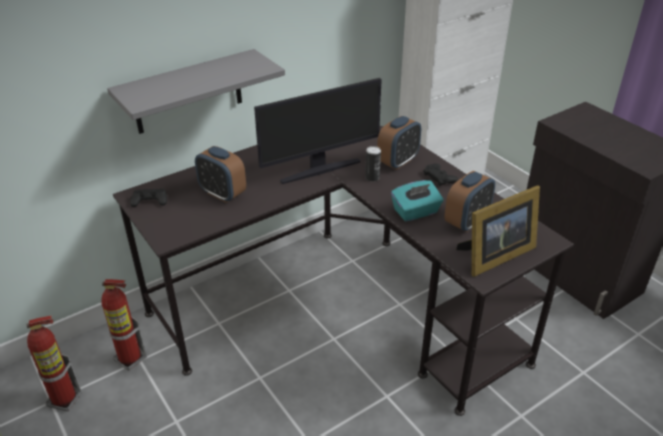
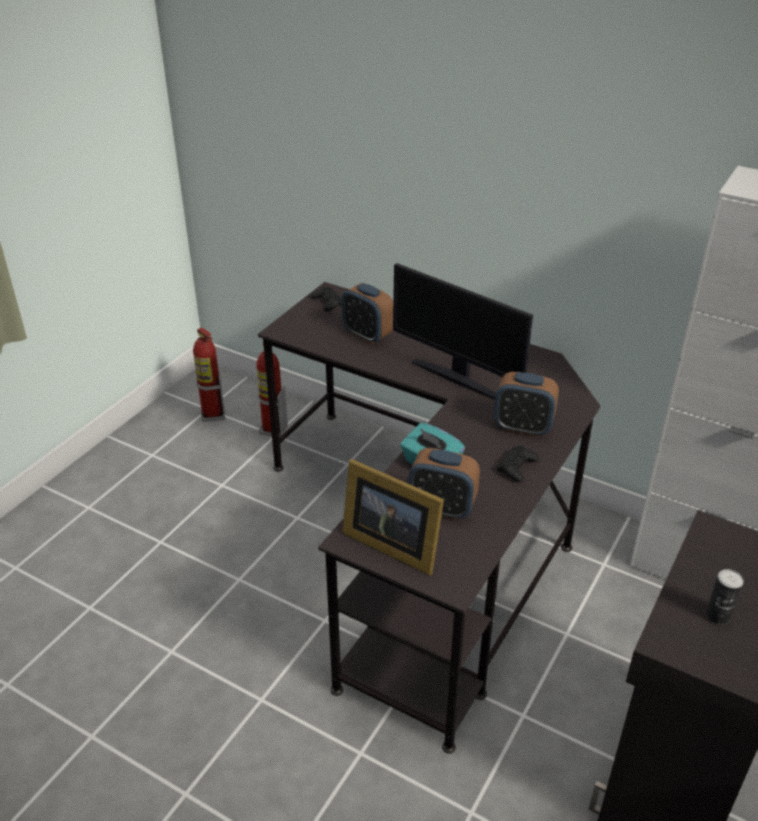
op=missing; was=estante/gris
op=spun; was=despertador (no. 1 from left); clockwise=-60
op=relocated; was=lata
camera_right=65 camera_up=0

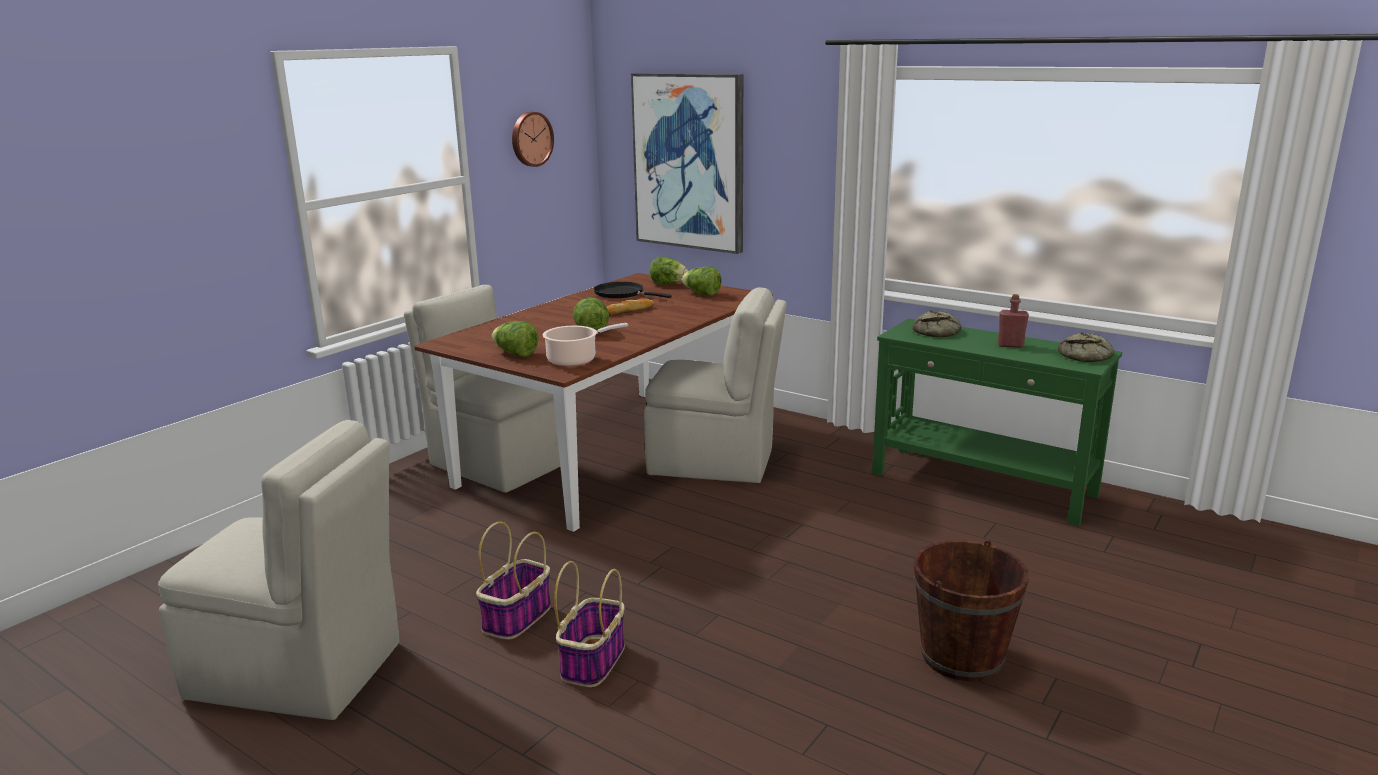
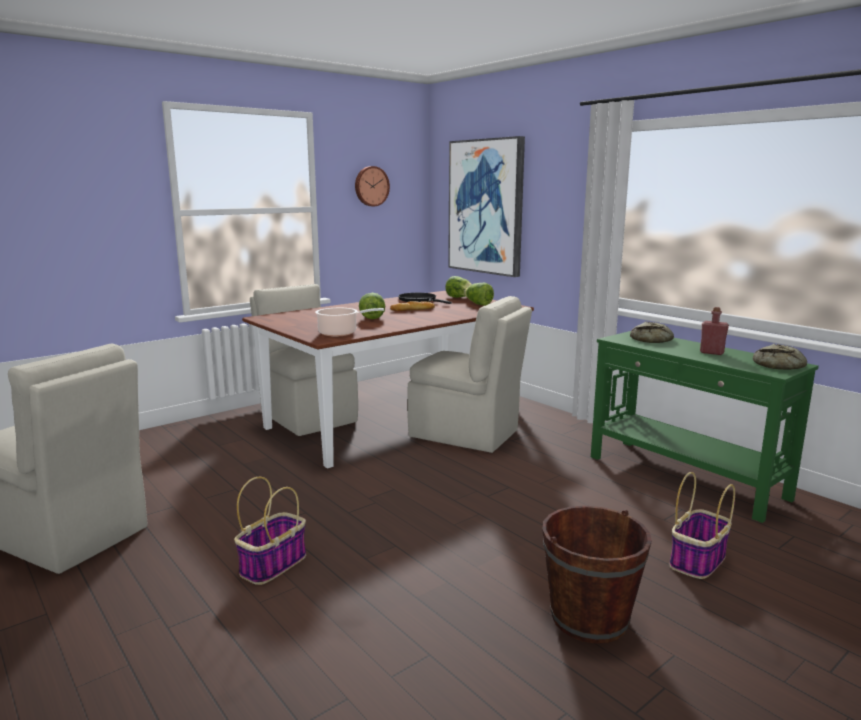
op=relocated; was=cesta (no. 1 from left in the first image); now=cesta (no. 2 from left)
op=missing; was=lechuga (no. 1 from left)
camera_right=15 camera_up=-5

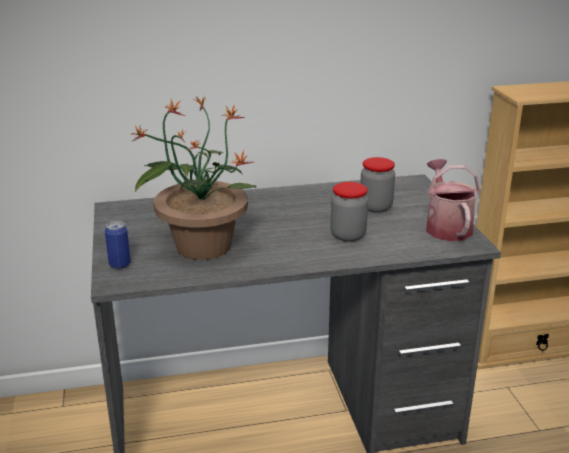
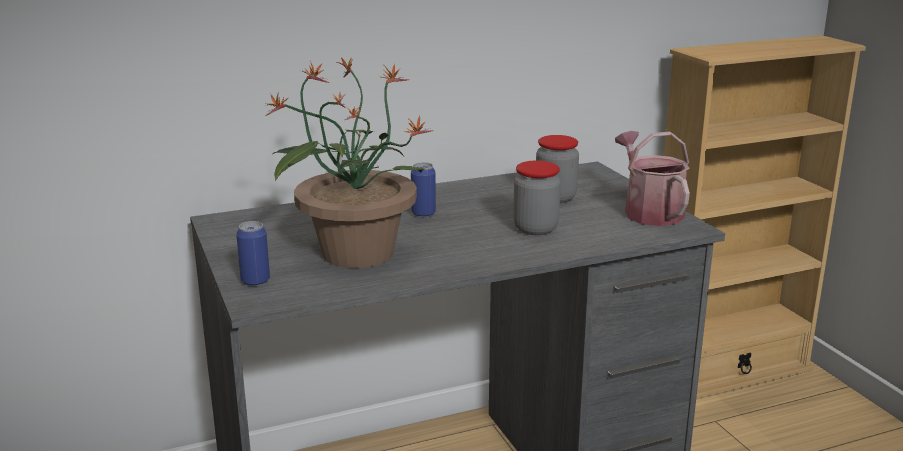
op=appeared; now=lata (no. 2 from left)
camera_right=-10 camera_up=-5

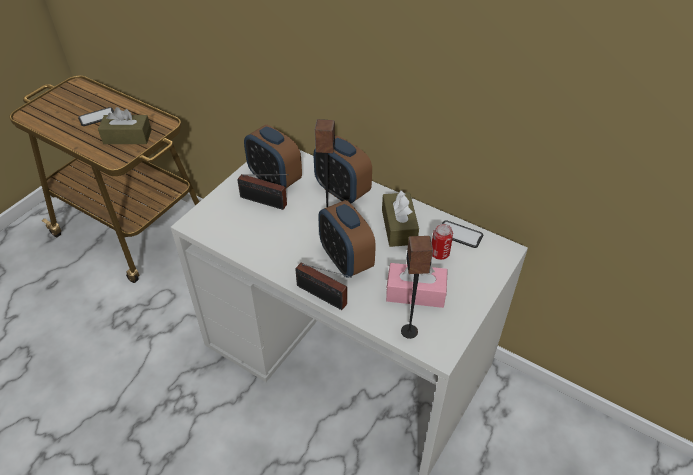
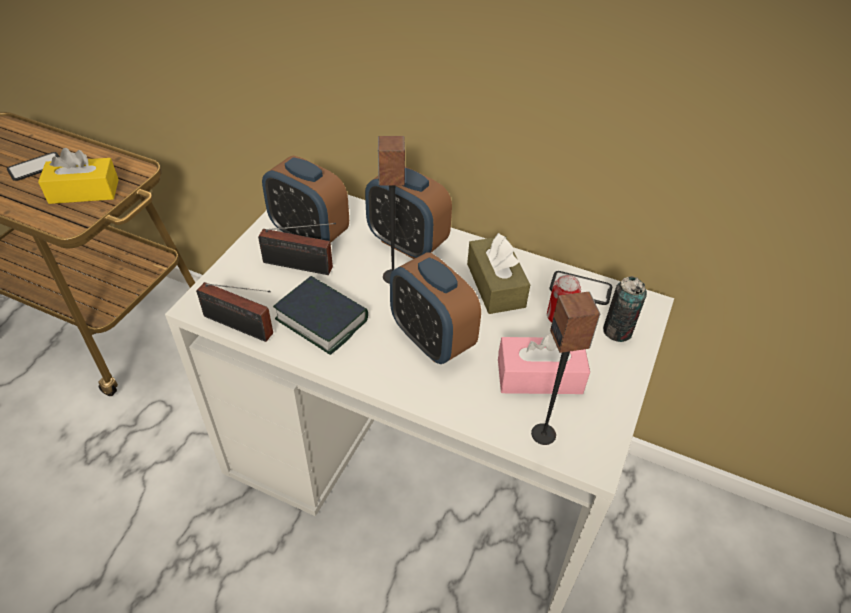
op=colour; was=caja de pañuelos/marrón (no. 1 from left); now=caja de pañuelos/amarillo
op=relocated; was=radio (no. 2 from left in the first image); now=radio (no. 1 from left)
op=appeared; now=libro
op=appeared; now=lata (no. 2 from left)
camera_right=-10 camera_up=0

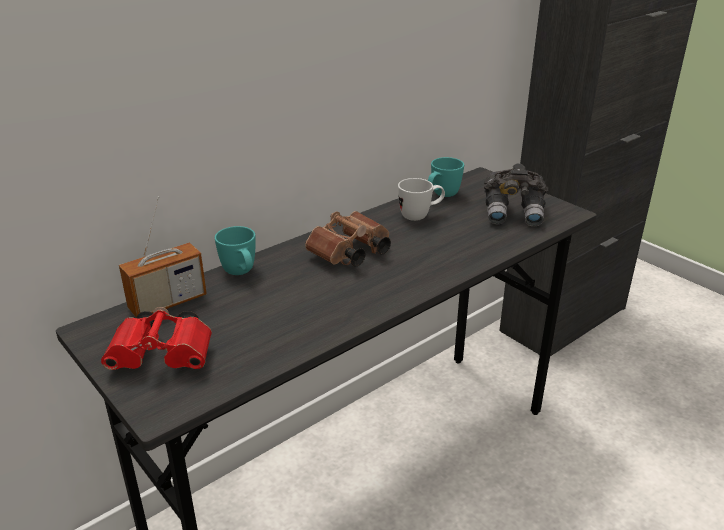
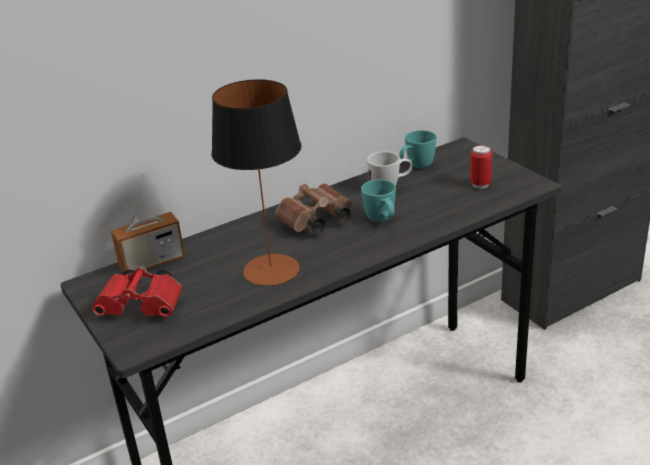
op=relocated; was=taza grande/turquesa (no. 1 from left)
op=exchanged; was=prismáticos/gris; now=lata
op=appeared; now=lámpara de mesa
camera_right=10 camera_up=0

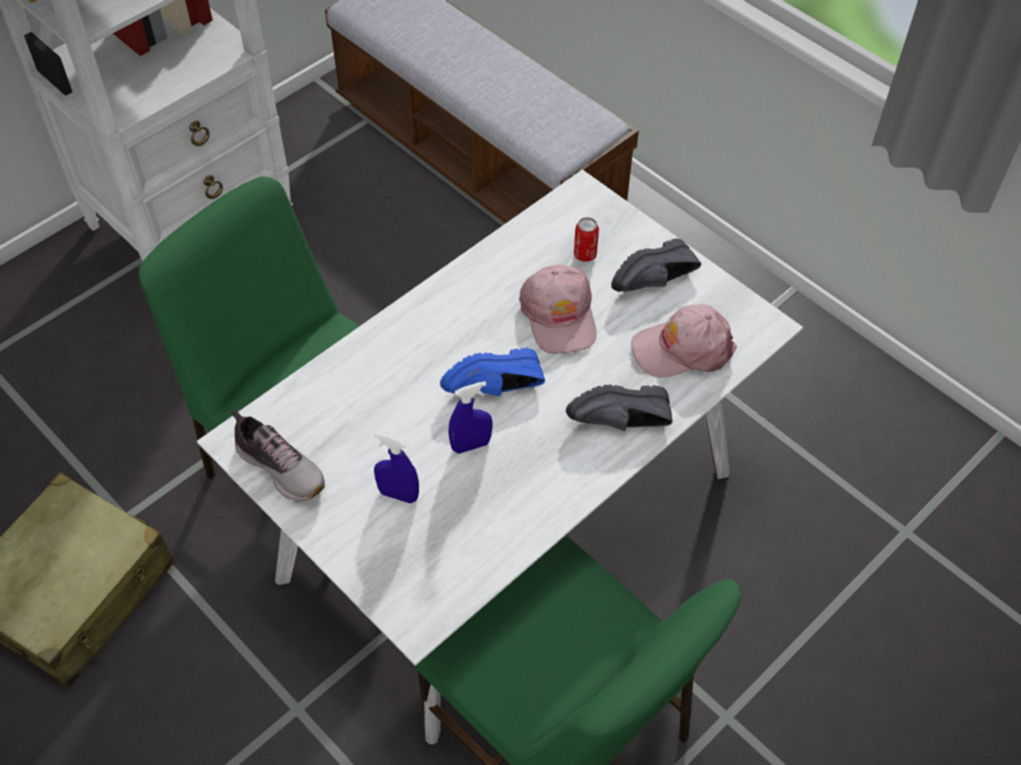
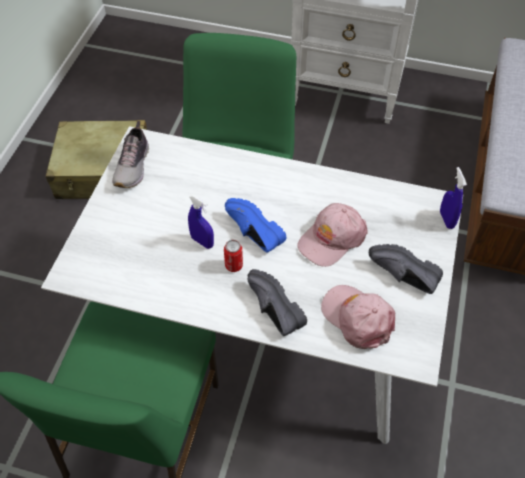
op=relocated; was=pulverizador/azul (no. 1 from left in the first image); now=pulverizador/azul (no. 2 from left)
op=relocated; was=lata
camera_right=60 camera_up=0

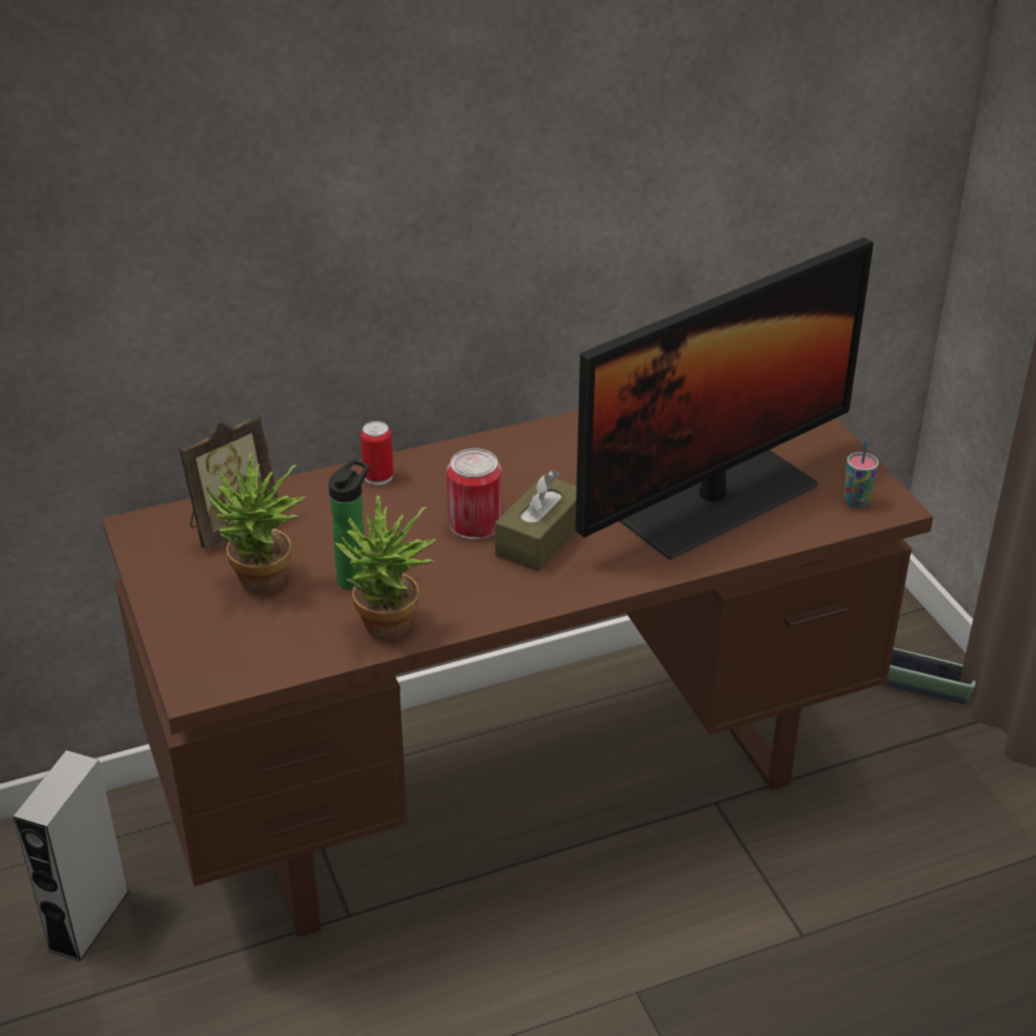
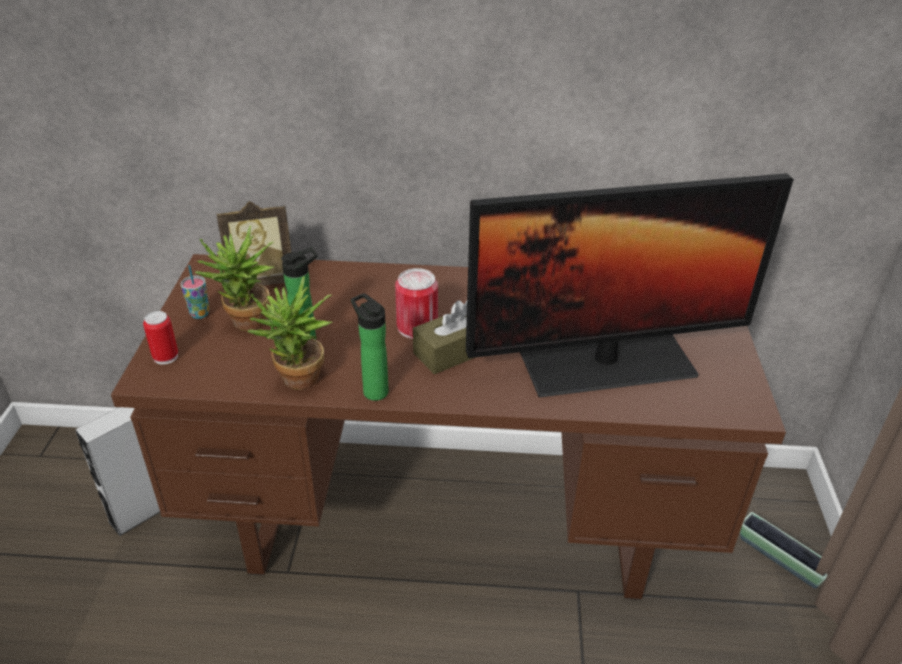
op=relocated; was=lata (no. 1 from left)
op=relocated; was=taza
op=appeared; now=botella (no. 2 from left)
camera_right=25 camera_up=0

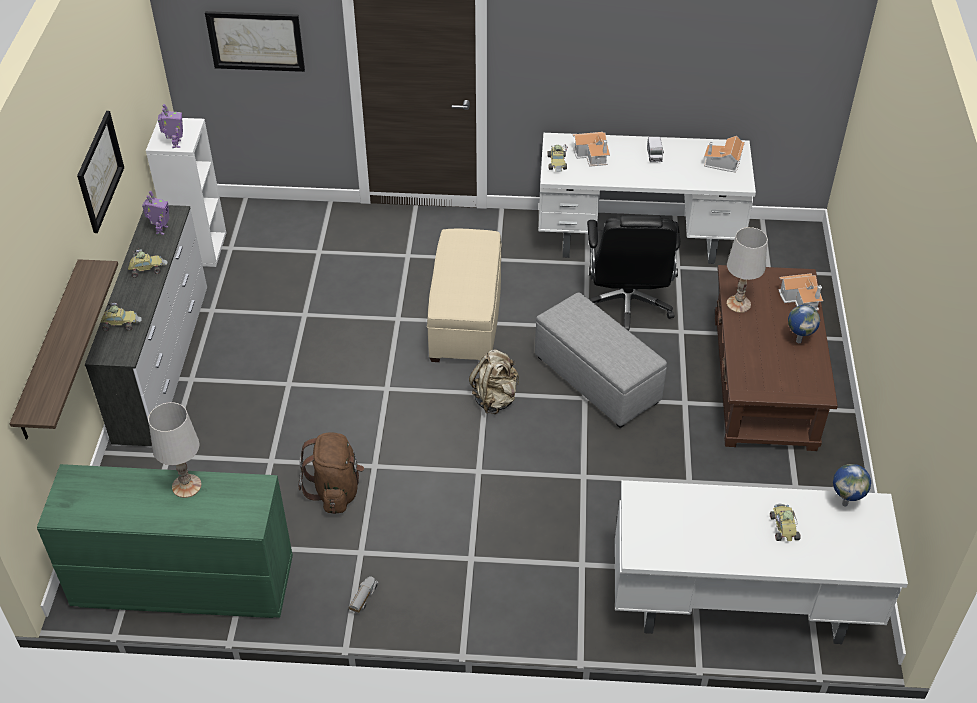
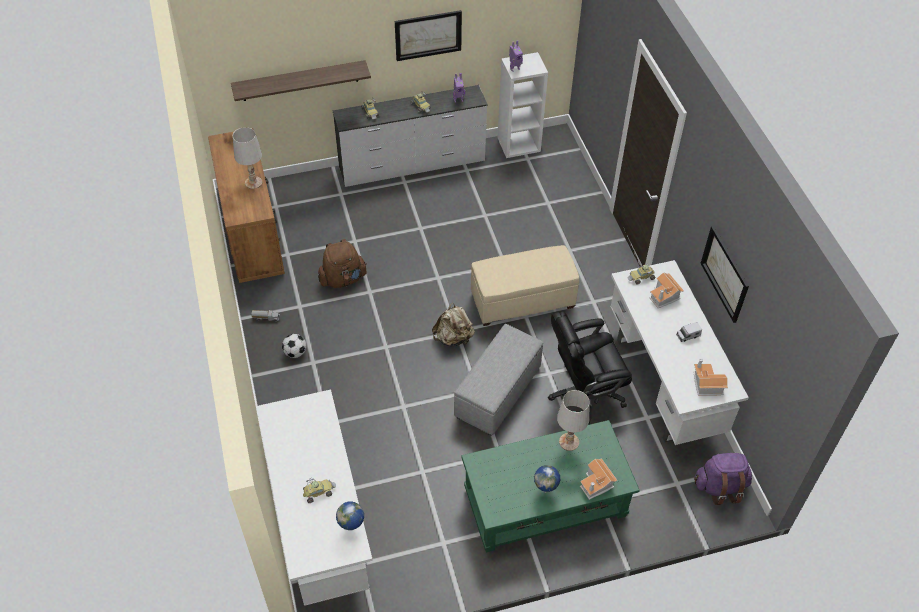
op=colour; was=cómoda/verde; now=cómoda/marrón
op=relocated; was=cuadro (no. 2 from left)
op=colour; was=mesa de centro/marrón; now=mesa de centro/verde
op=appeared; now=balón de fútbol
op=appeared; now=mochila/morado
camera_right=70 camera_up=5

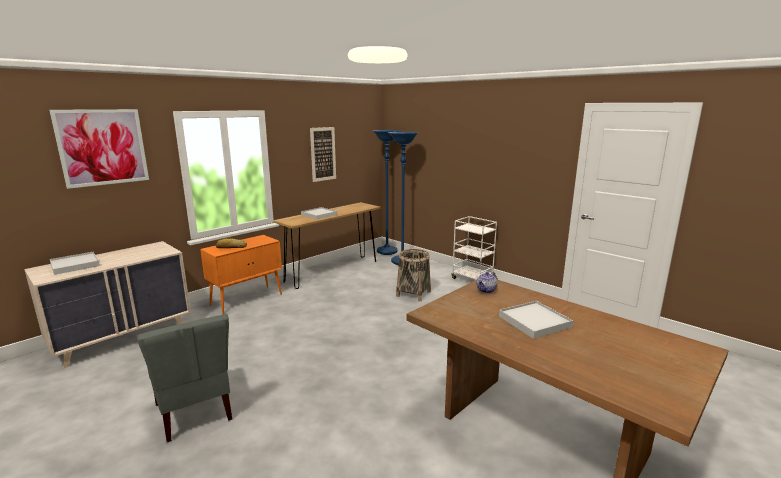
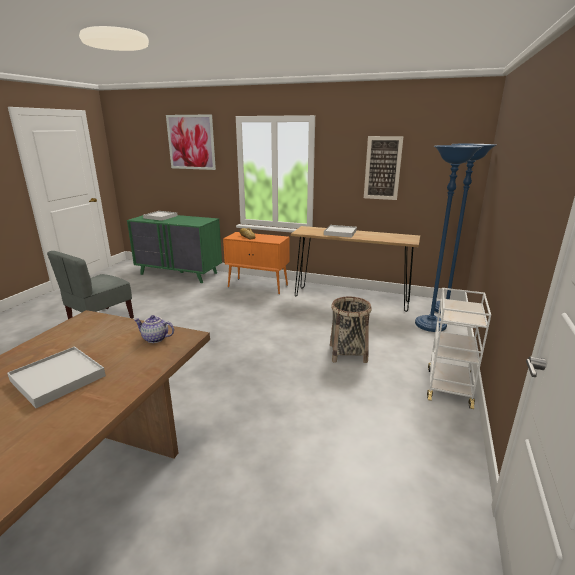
op=colour; was=cómoda/beis; now=cómoda/verde
camera_right=65 camera_up=5

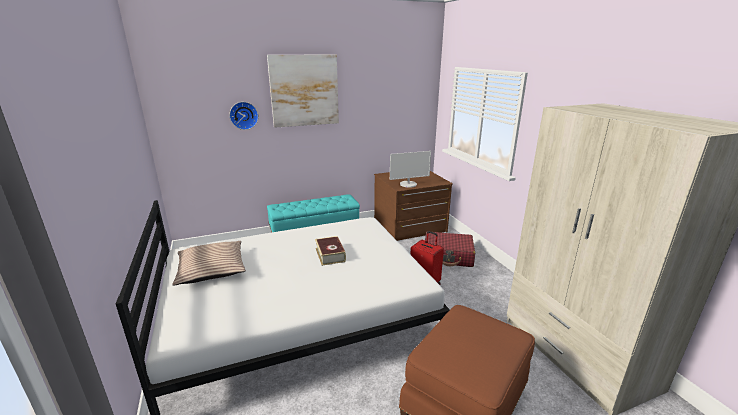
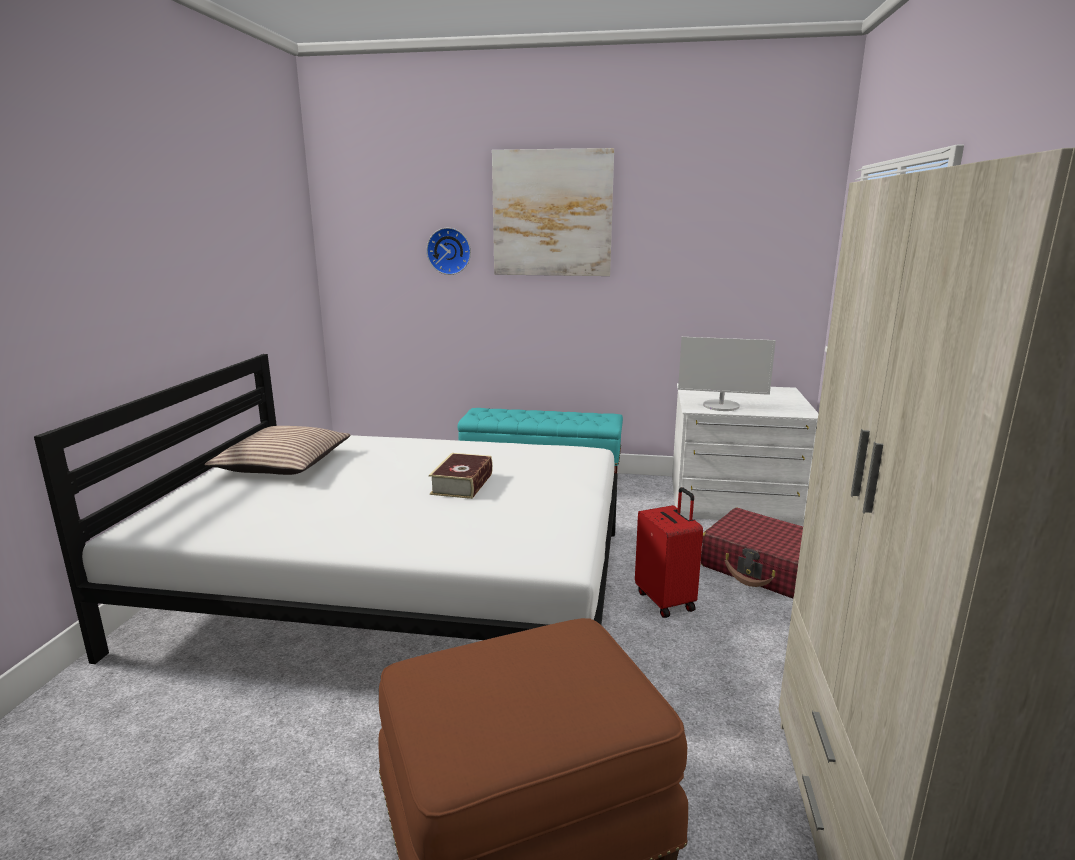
op=colour; was=cómoda/marrón; now=cómoda/blanco
camera_right=30 camera_up=-5

